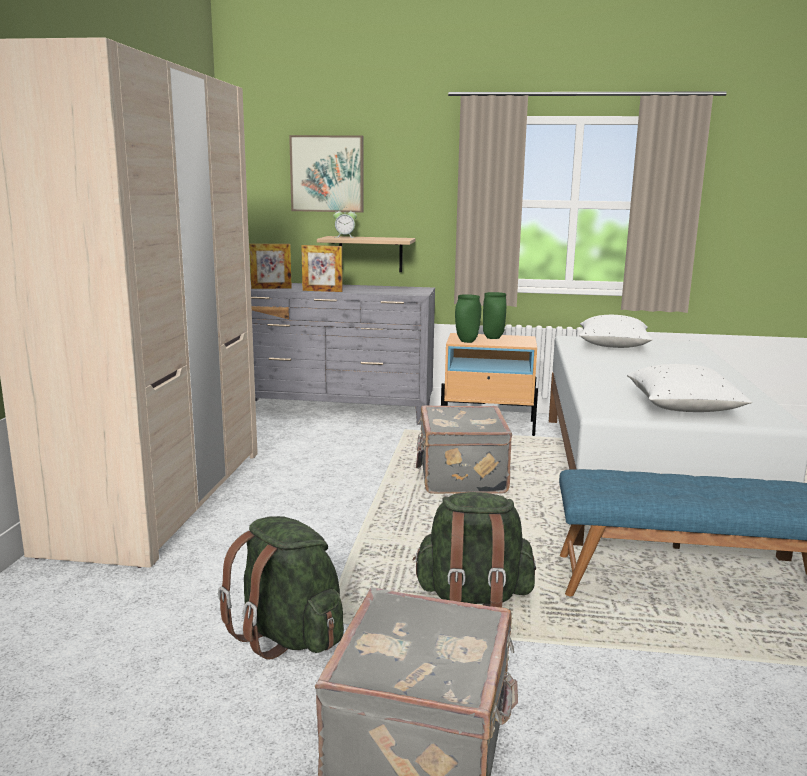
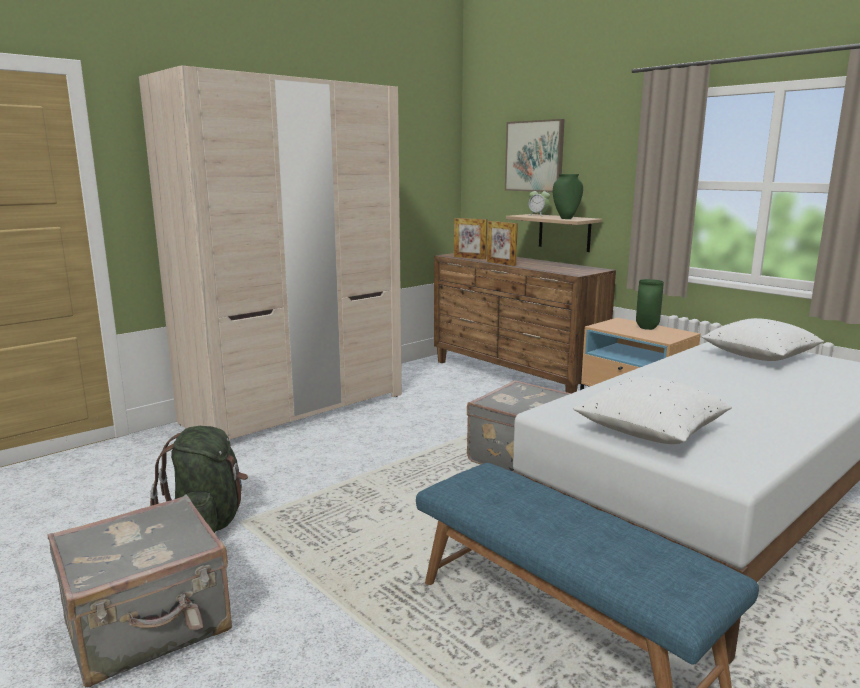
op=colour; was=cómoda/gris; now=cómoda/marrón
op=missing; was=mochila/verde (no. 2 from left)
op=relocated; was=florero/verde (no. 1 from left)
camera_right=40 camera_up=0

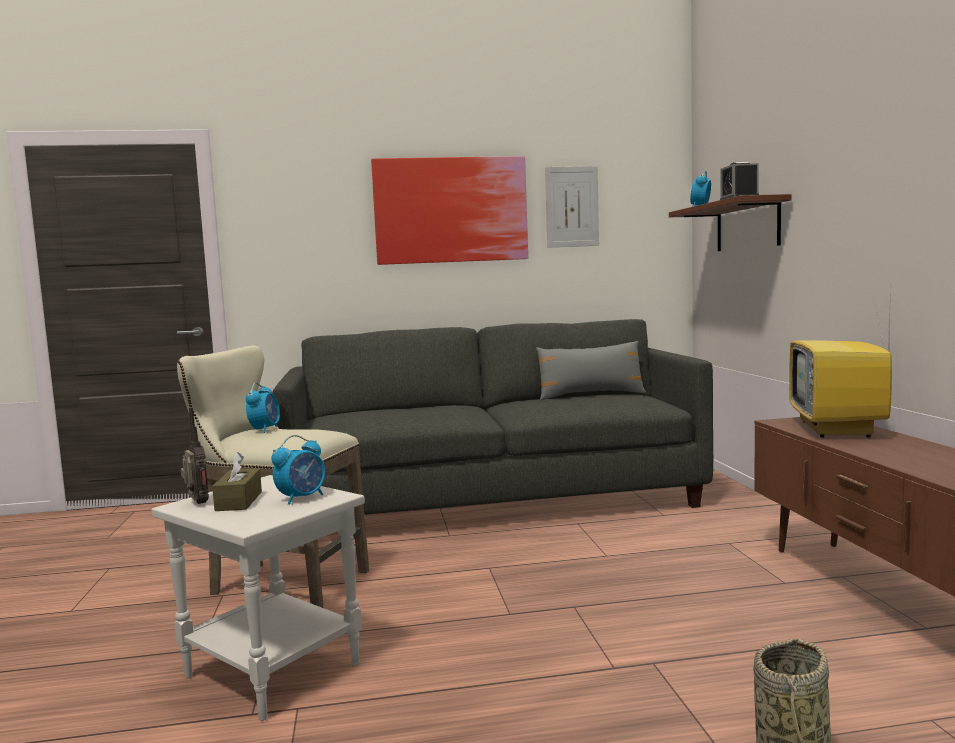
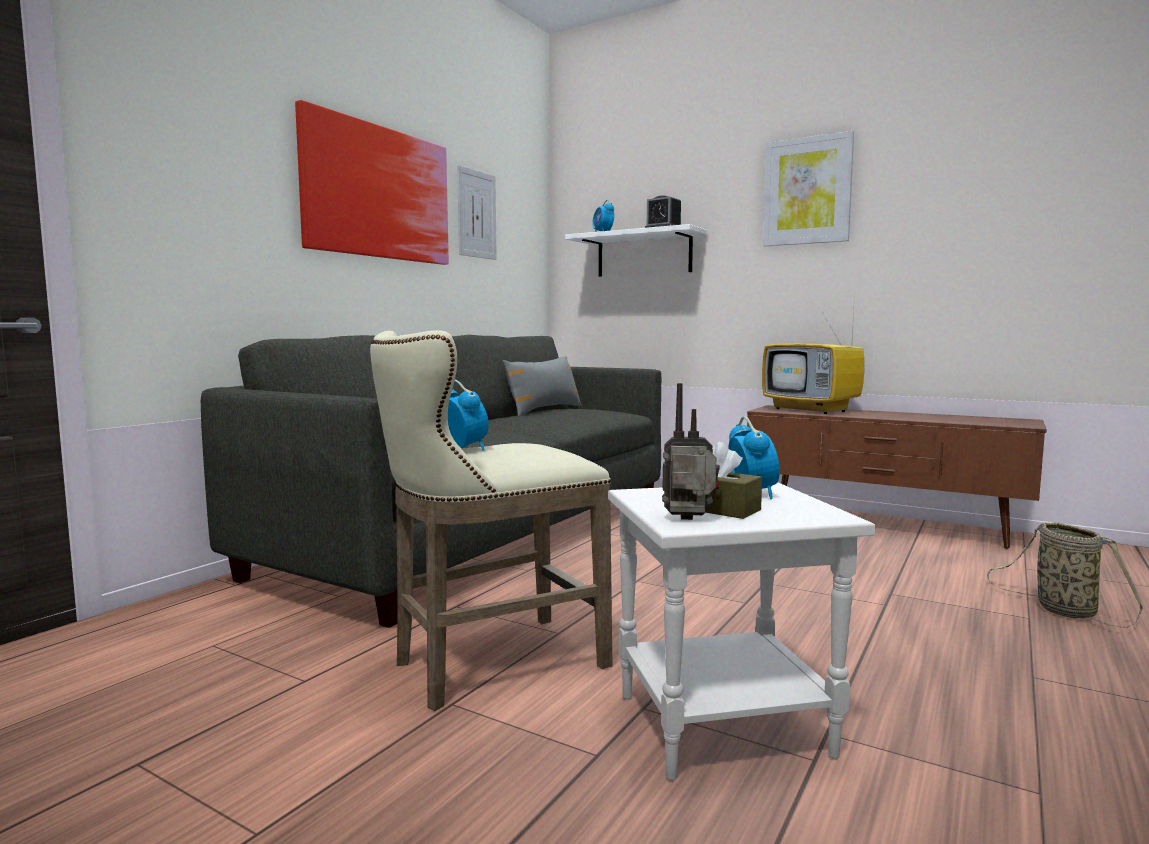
op=colour; was=estante/marrón; now=estante/blanco
op=appeared; now=cuadro (no. 3 from left)
camera_right=-50 camera_up=0

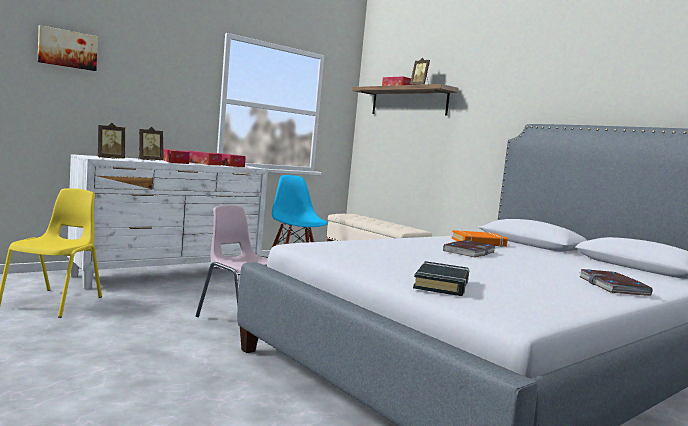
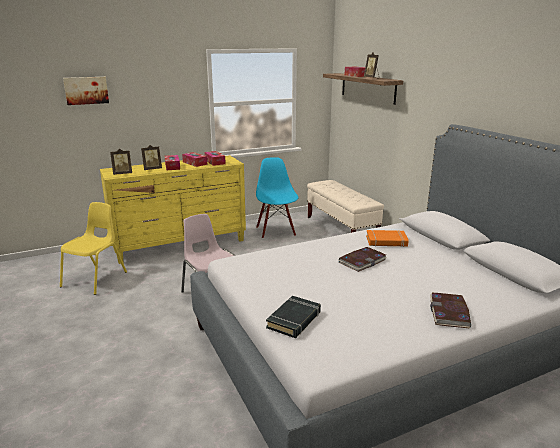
op=colour; was=cómoda/blanco; now=cómoda/amarillo
camera_right=15 camera_up=15

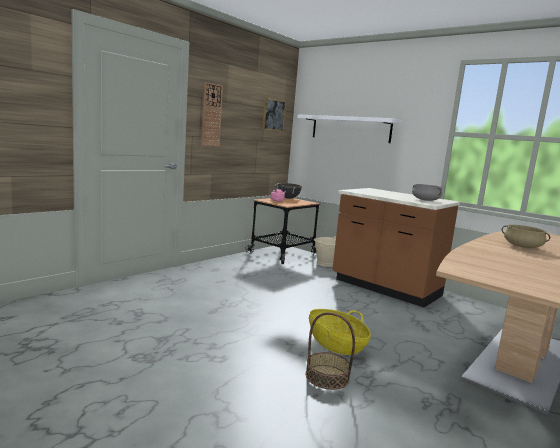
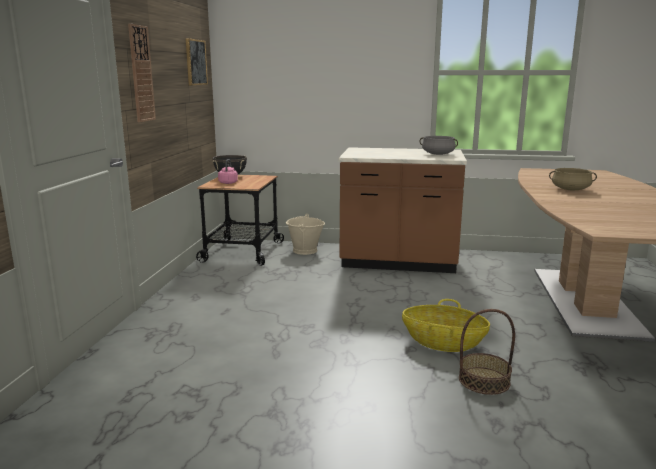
op=missing; was=estante/blanco
camera_right=-30 camera_up=5

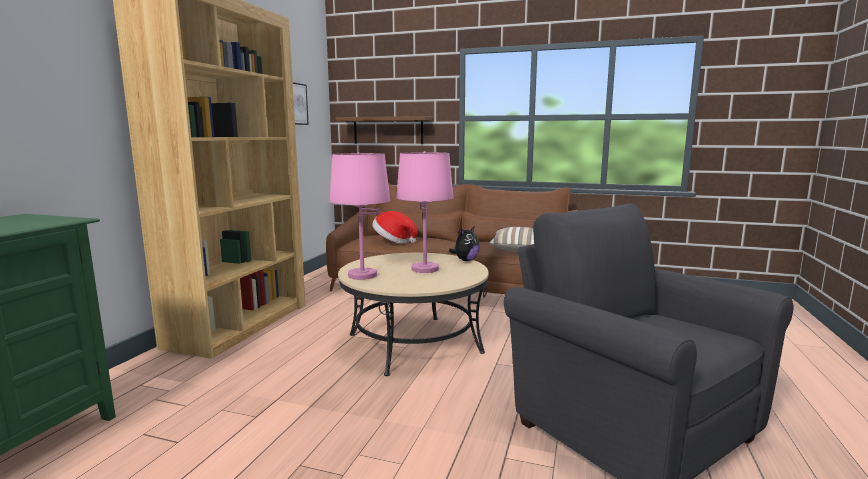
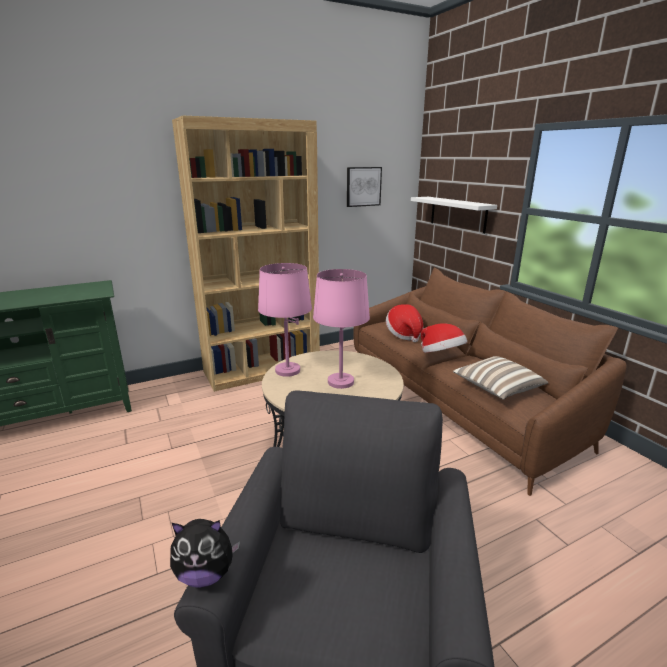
op=colour; was=estante/marrón; now=estante/blanco
op=relocated; was=peluche
op=appeared; now=sombrero (no. 2 from left)
camera_right=45 camera_up=10

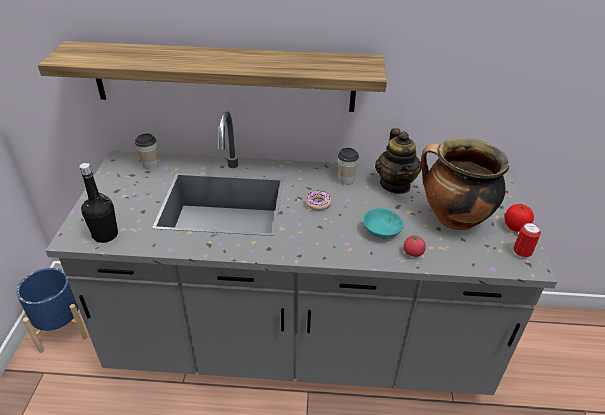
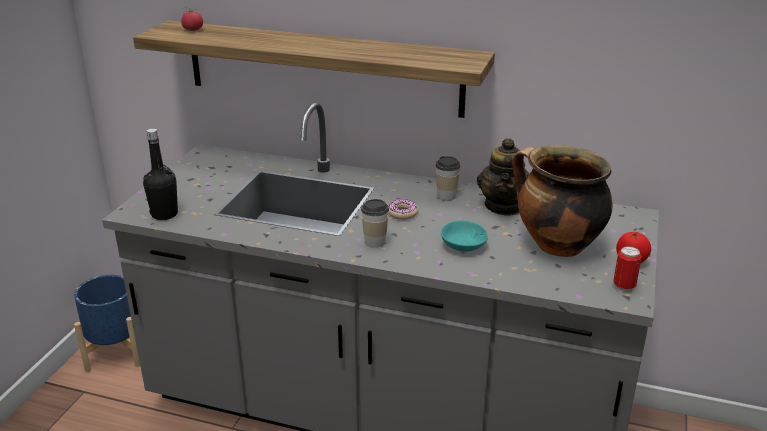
op=relocated; was=taza (no. 1 from left)
op=relocated; was=tomate (no. 1 from left)
camera_right=15 camera_up=-10

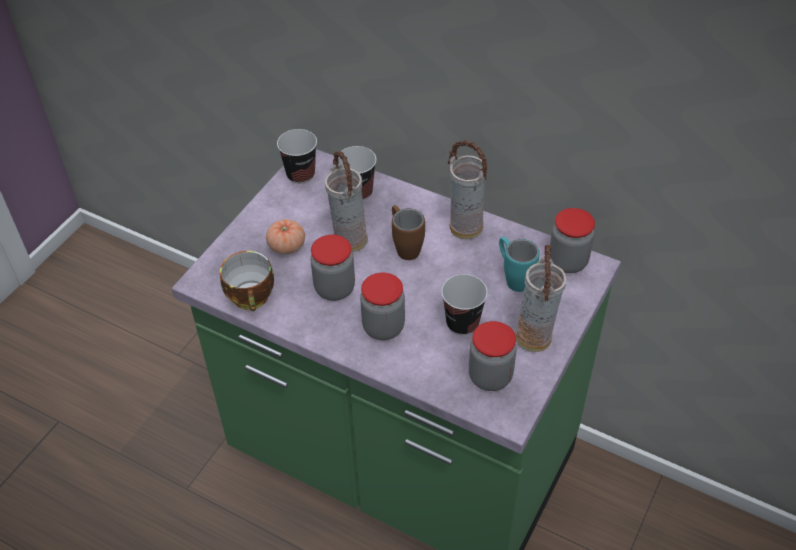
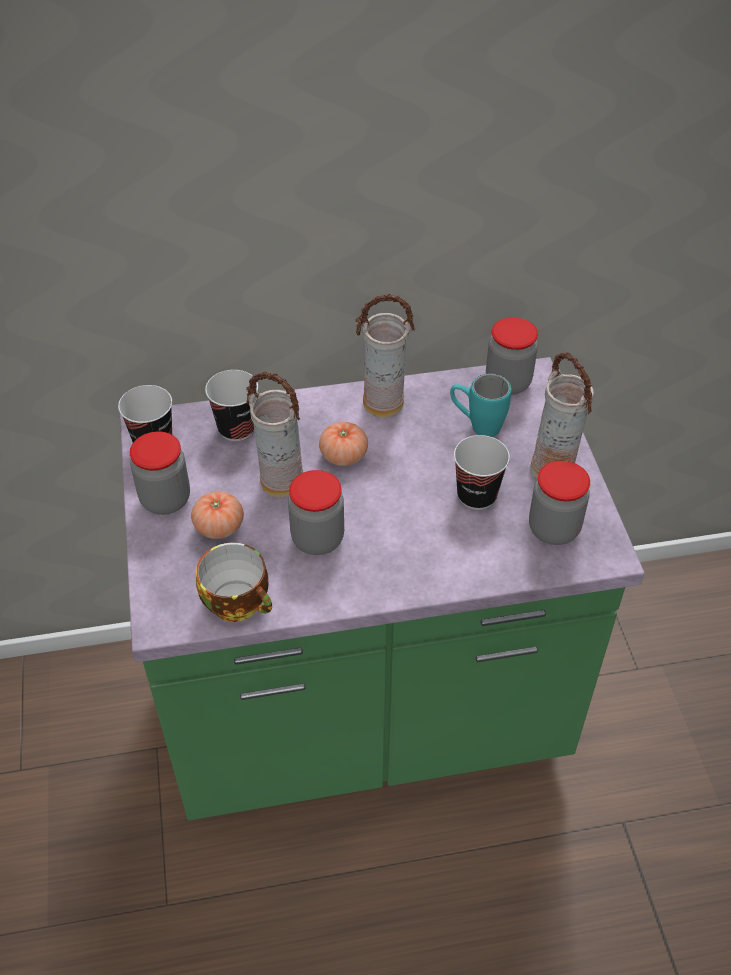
op=relocated; was=tarro (no. 2 from left in the first image); now=tarro (no. 1 from left)
op=exchanged; was=taza grande/marrón; now=tomate (no. 2 from left)
camera_right=-40 camera_up=0

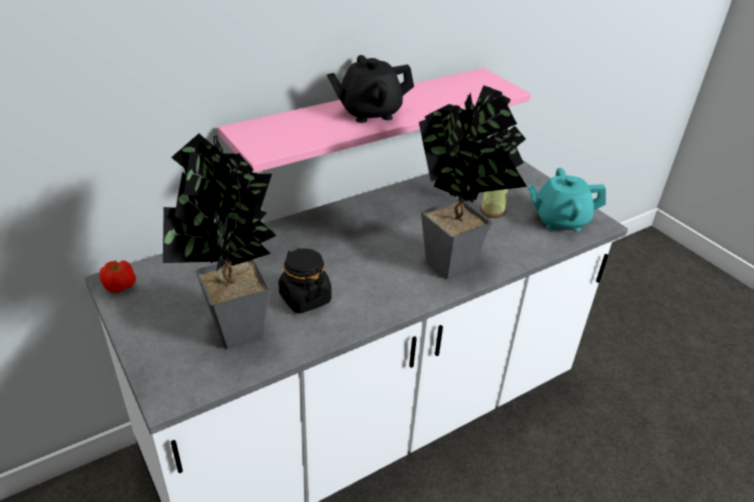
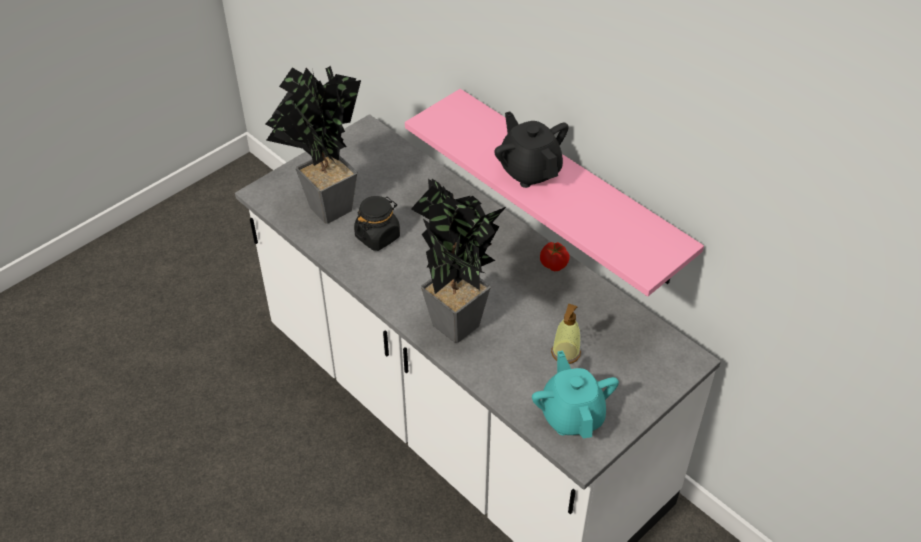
op=relocated; was=tomate
camera_right=80 camera_up=10

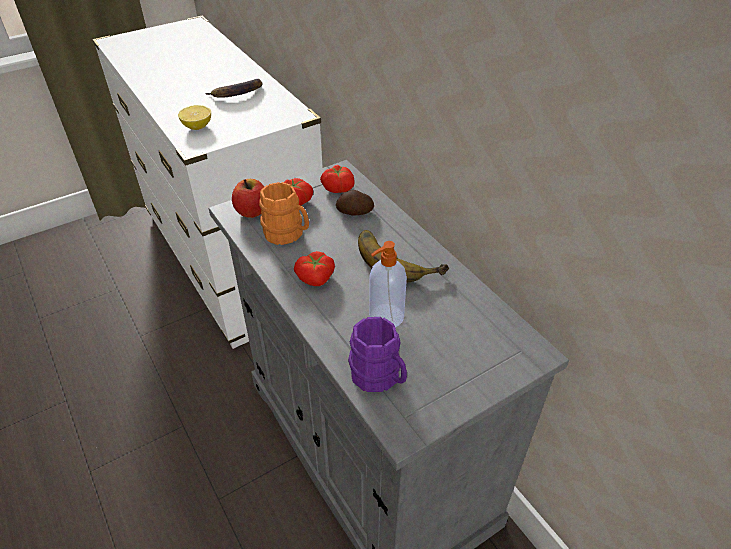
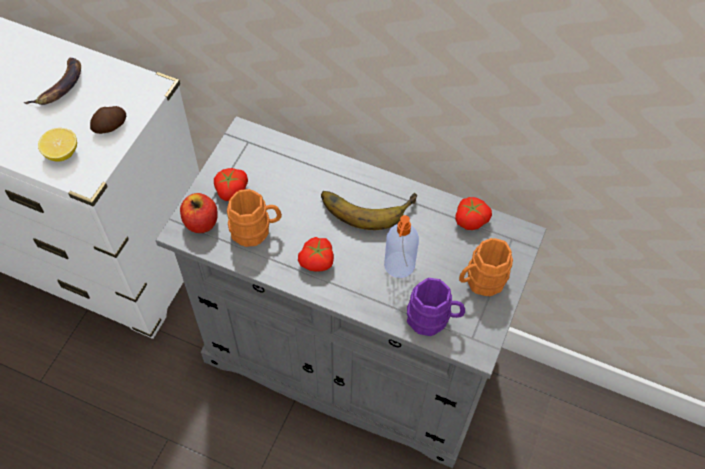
op=relocated; was=tomate (no. 3 from left)
op=relocated; was=patata
op=appeared; now=taza grande/naranja (no. 2 from left)
camera_right=-35 camera_up=15

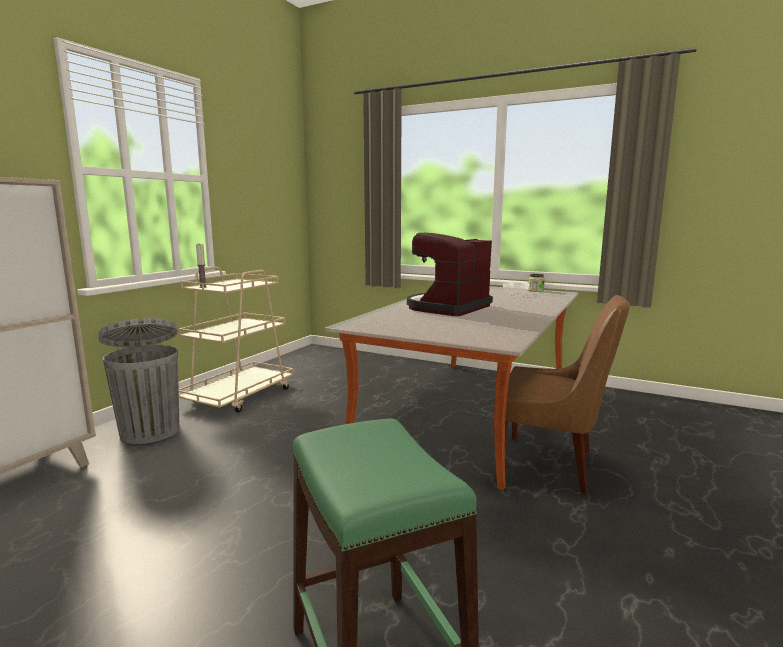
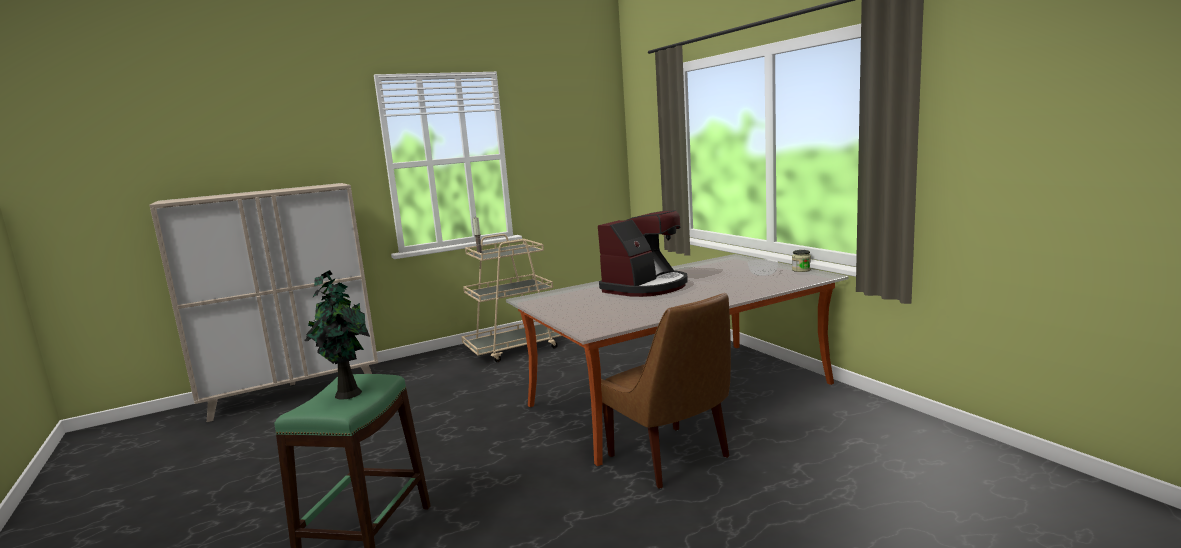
op=missing; was=papelera/gris
op=spun; was=cafetera; clockwise=150
op=appeared; now=planta en maceta
camera_right=35 camera_up=0

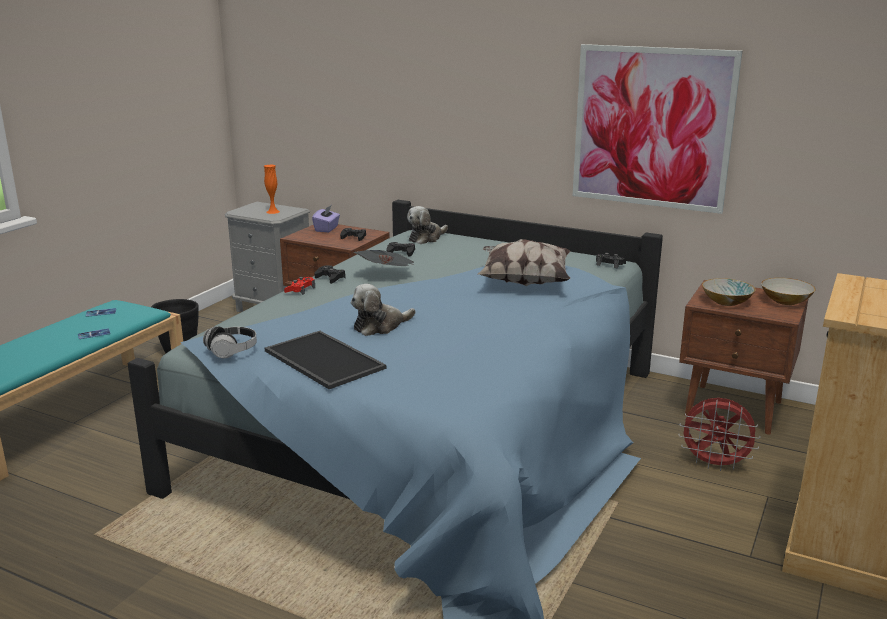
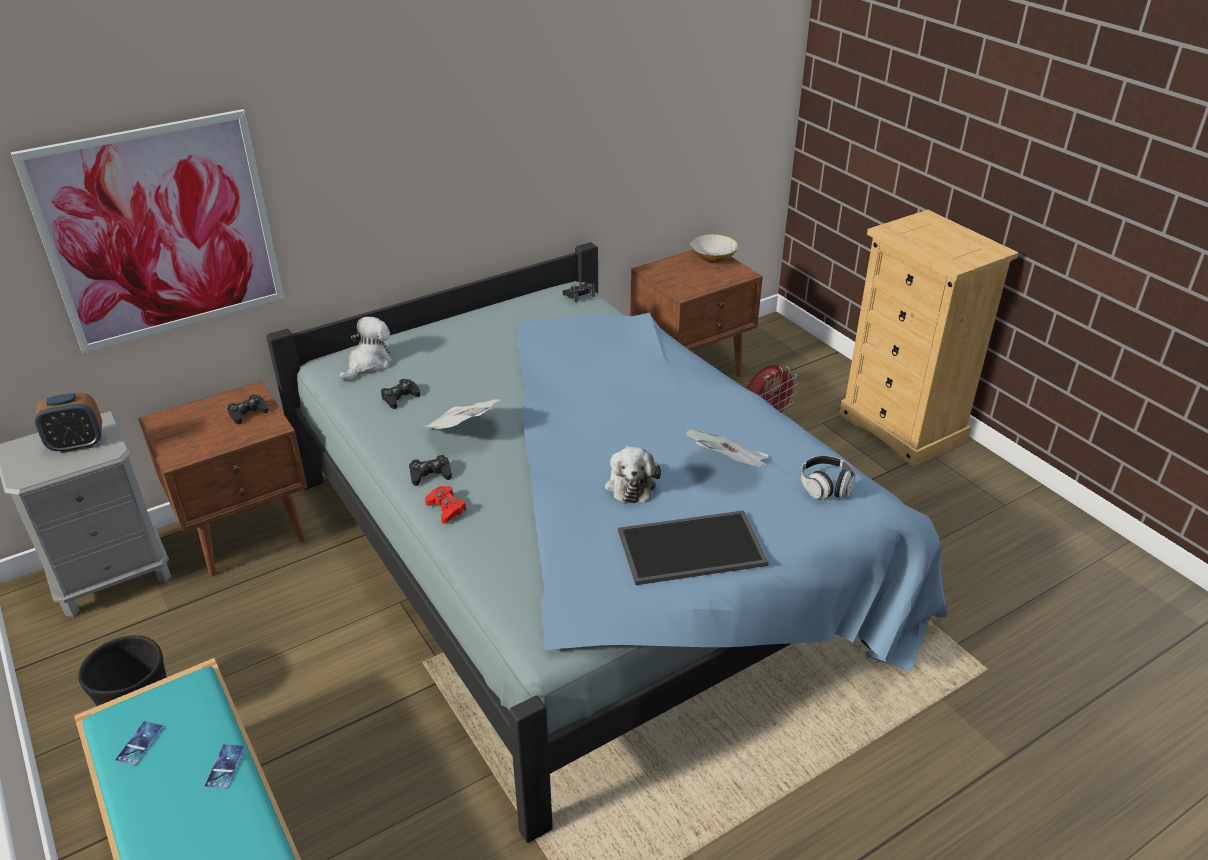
op=relocated; was=auriculares
op=exchanged; was=florero/naranja; now=despertador
op=missing; was=caja de pañuelos/morado
op=spun; was=peluche (no. 2 from left in the first image); clockwise=-135
op=missing; was=cojín
op=relocated; was=cuadro
op=missing; was=cuenco (no. 1 from left)
op=appeared; now=periódico (no. 2 from left)
camera_right=-60 camera_up=15

